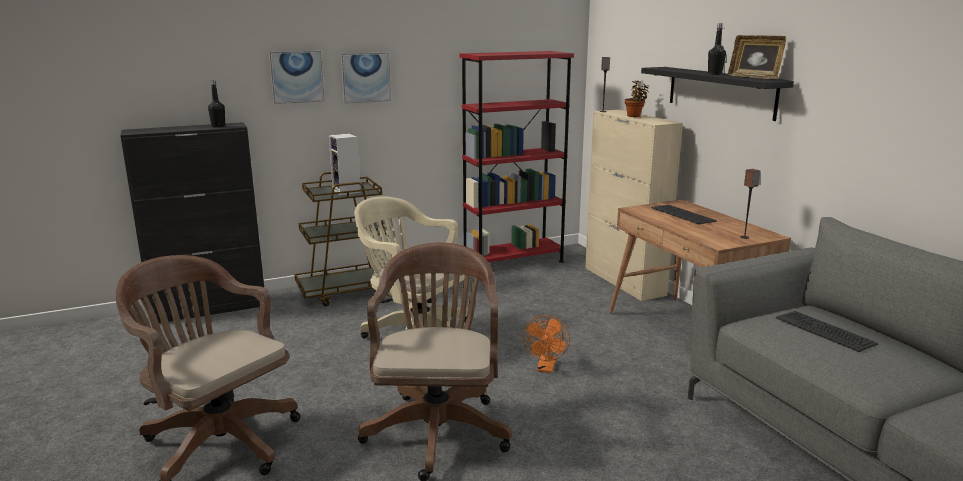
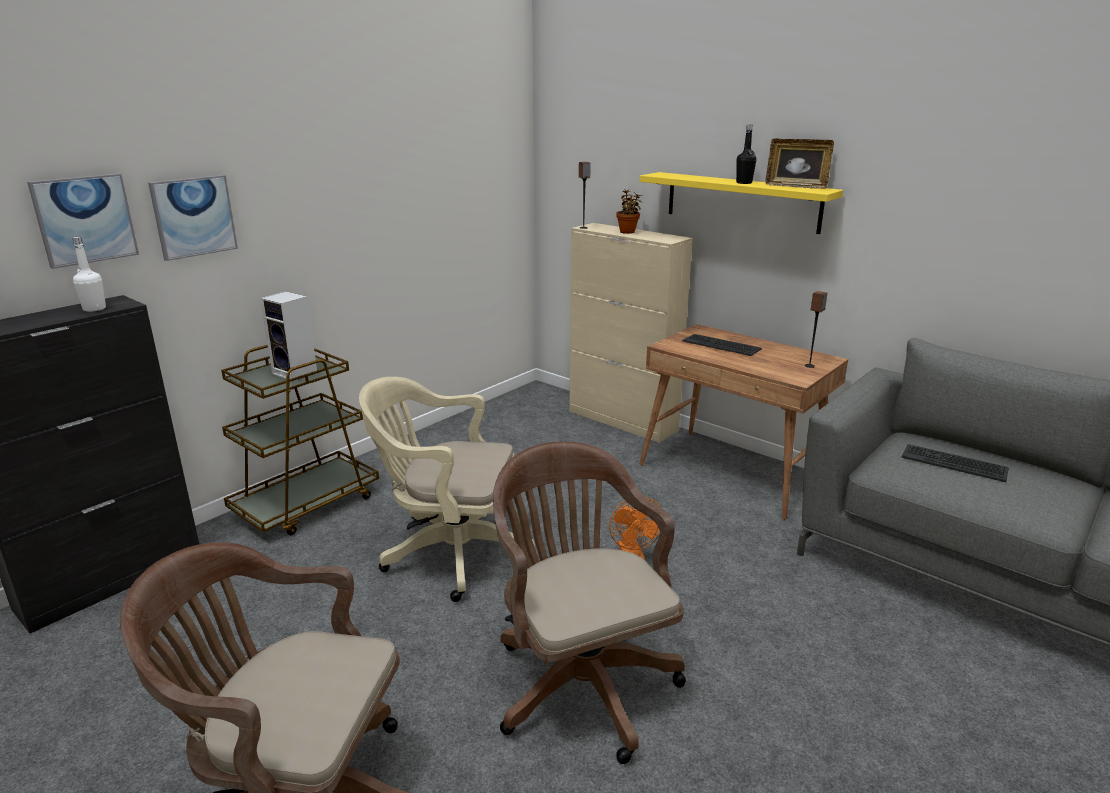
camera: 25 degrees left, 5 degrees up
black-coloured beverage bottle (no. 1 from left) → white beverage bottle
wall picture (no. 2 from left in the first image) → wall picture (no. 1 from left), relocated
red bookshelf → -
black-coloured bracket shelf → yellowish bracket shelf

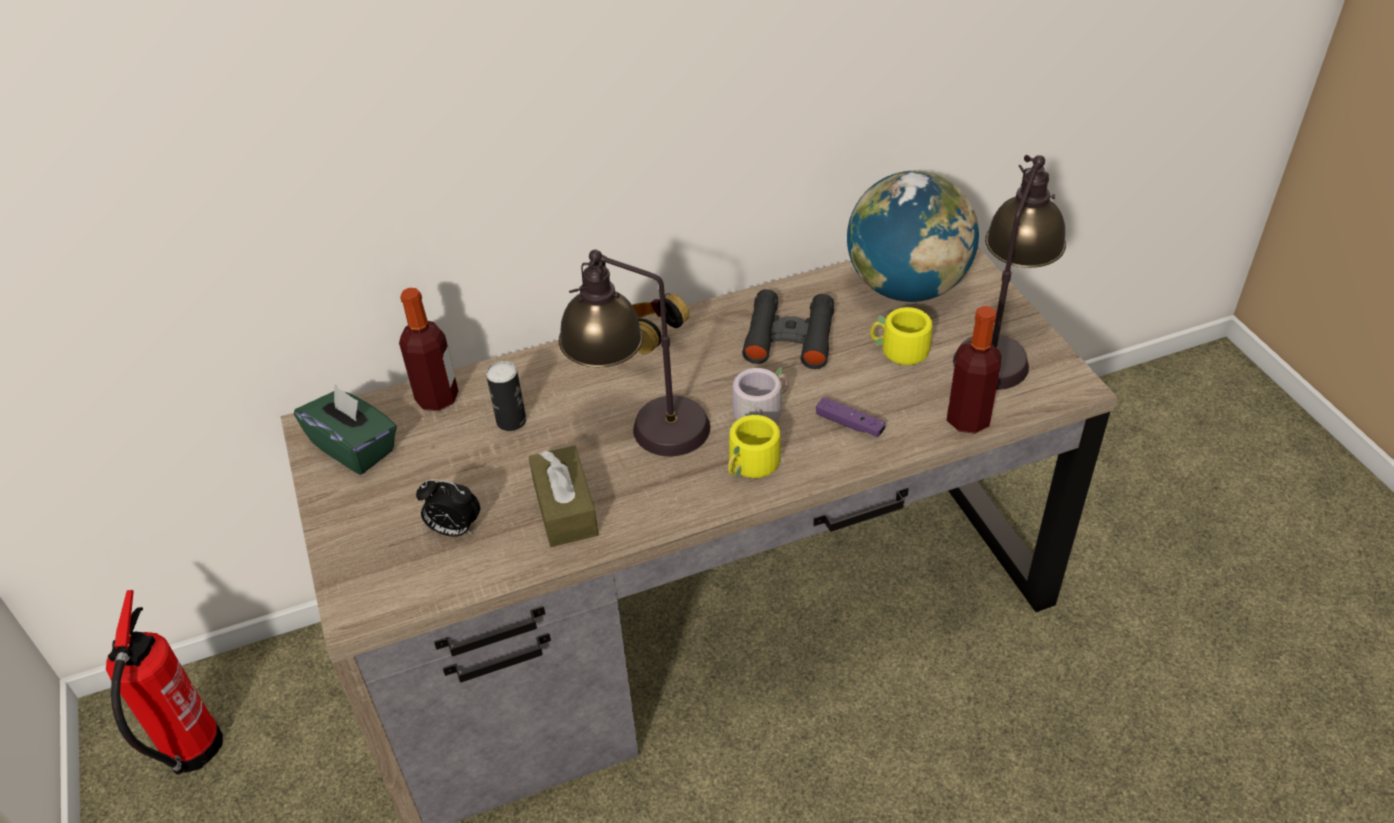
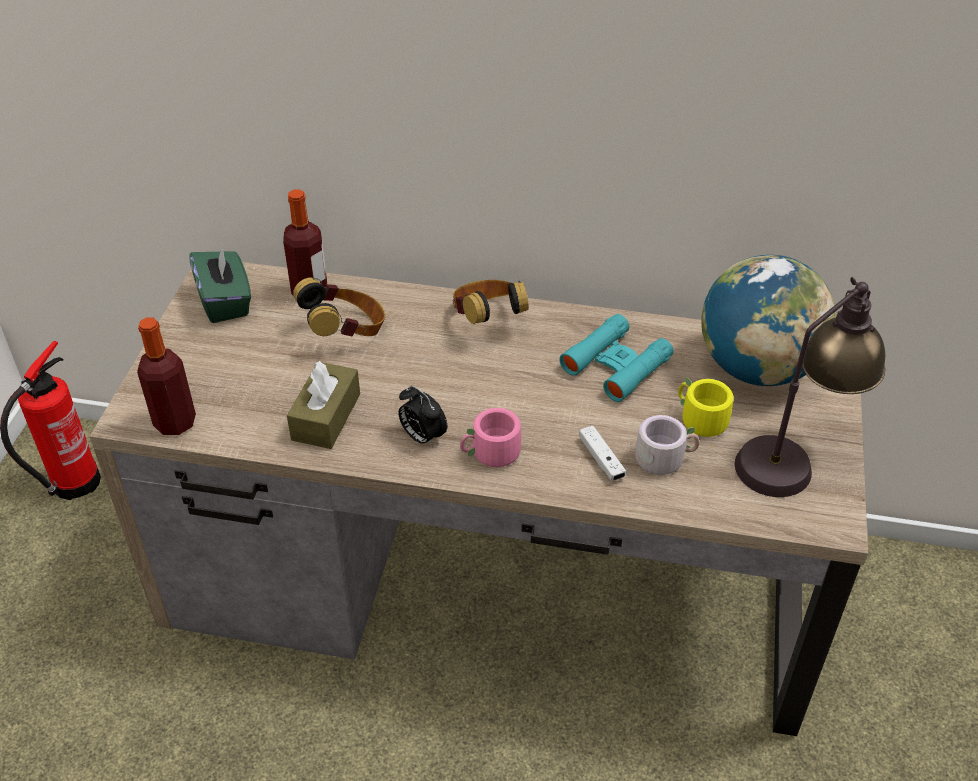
camera: 30 degrees right, 0 degrees up
bedside clock, relocated
metal can → headset (no. 1 from left)
lamp for a table (no. 1 from left) → -
gray mug, relocated
yellowish mug (no. 1 from left) → pink mug
black-coloured pair of binoculars → turquoise pair of binoculars
purplish gamepad → white gamepad
beverage bottle (no. 2 from left in the first image) → beverage bottle (no. 1 from left), relocated

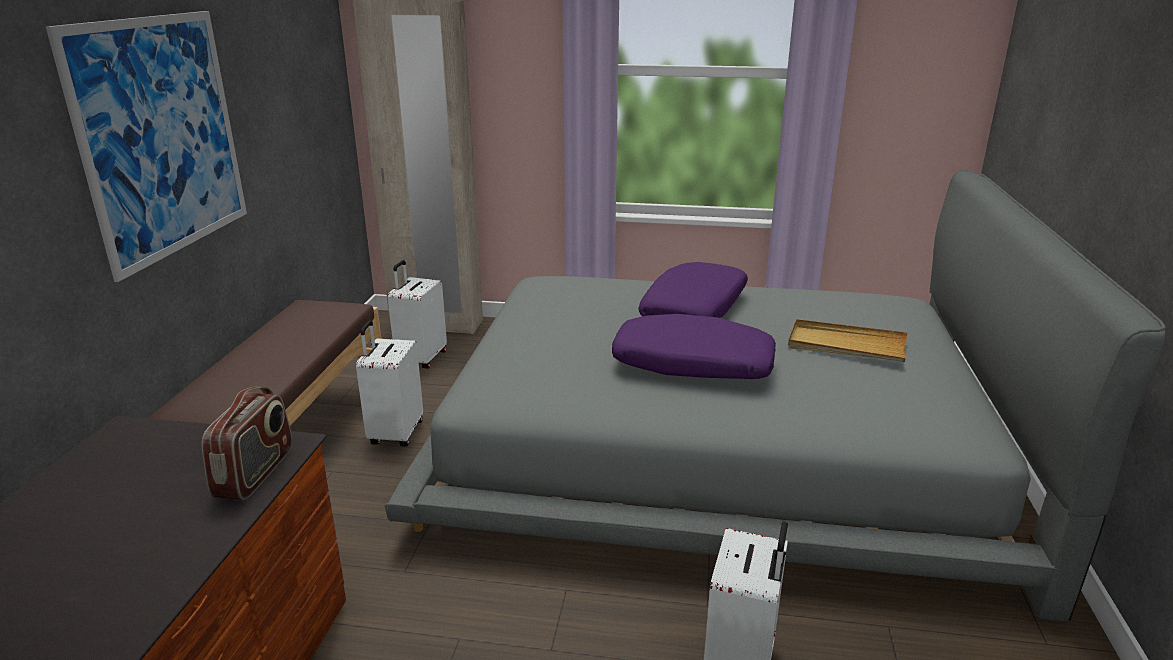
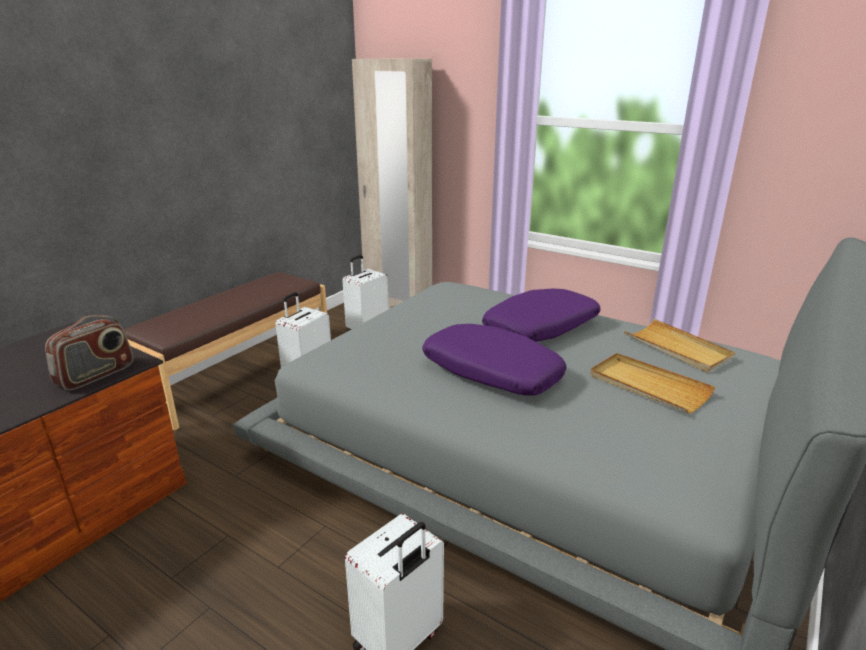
camera: 25 degrees right, 0 degrees up
wall picture → -
- → beige-coloured carrying tray (no. 2 from left)

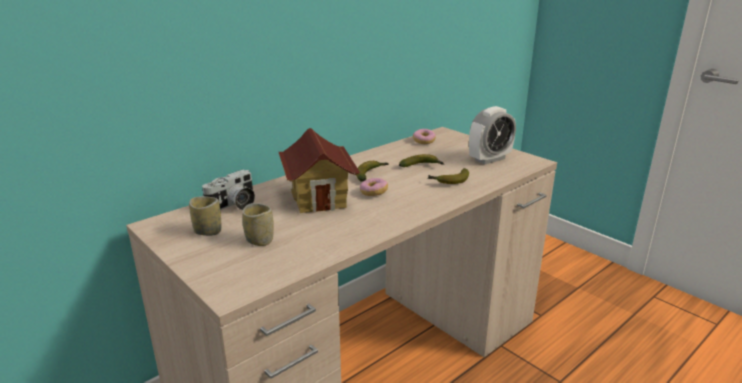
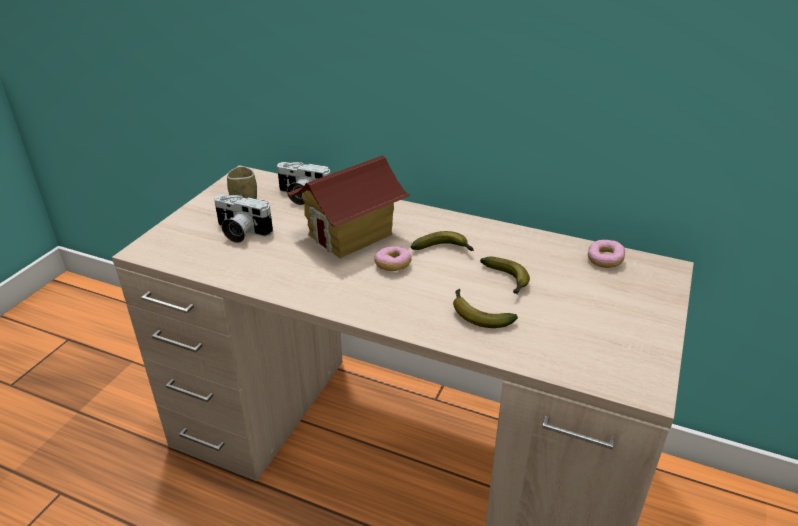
camera: 65 degrees right, 10 degrees up
small cup (no. 2 from left) → photo camera (no. 1 from left)
bedside clock → -

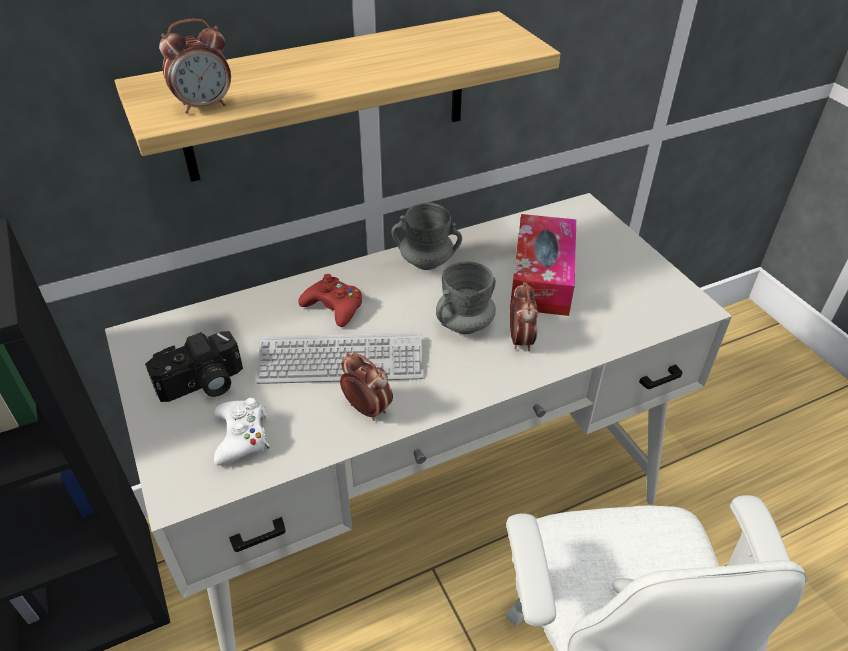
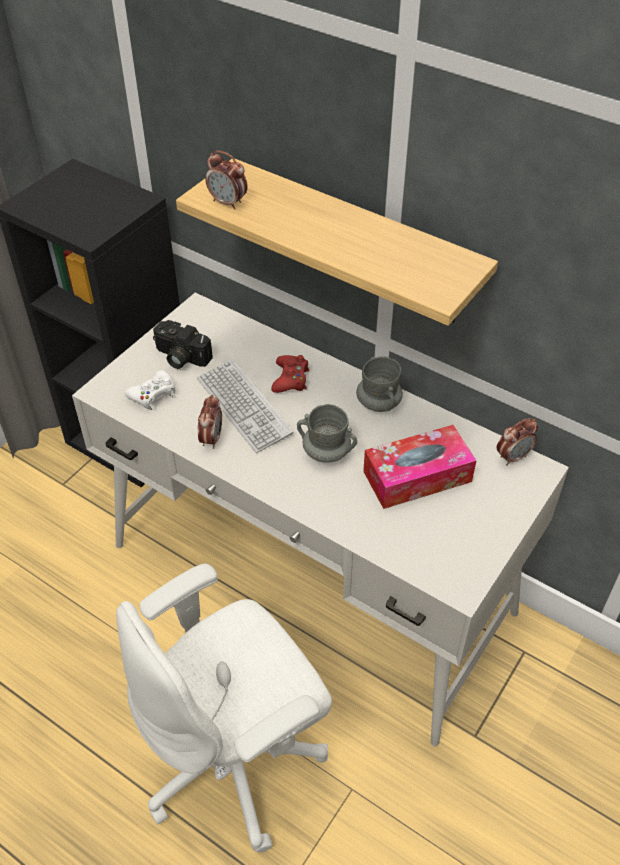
camera: 60 degrees right, 5 degrees up
bedside clock (no. 3 from left), relocated

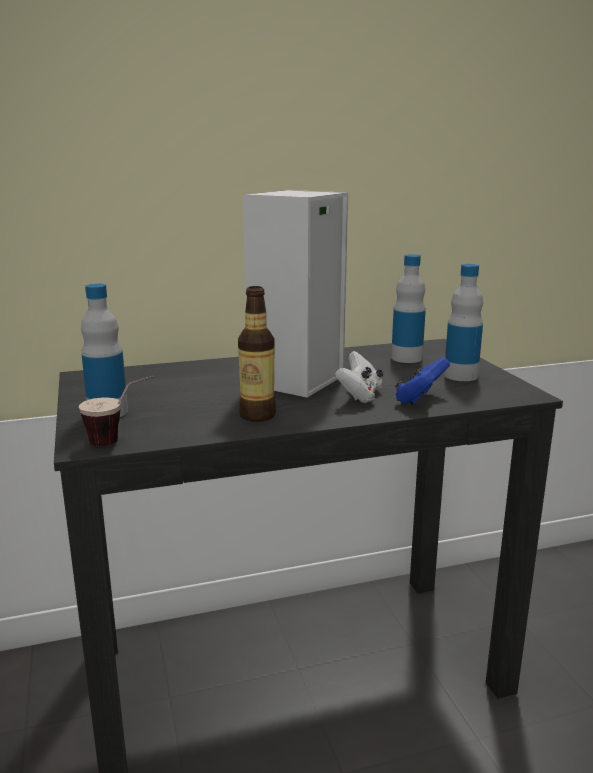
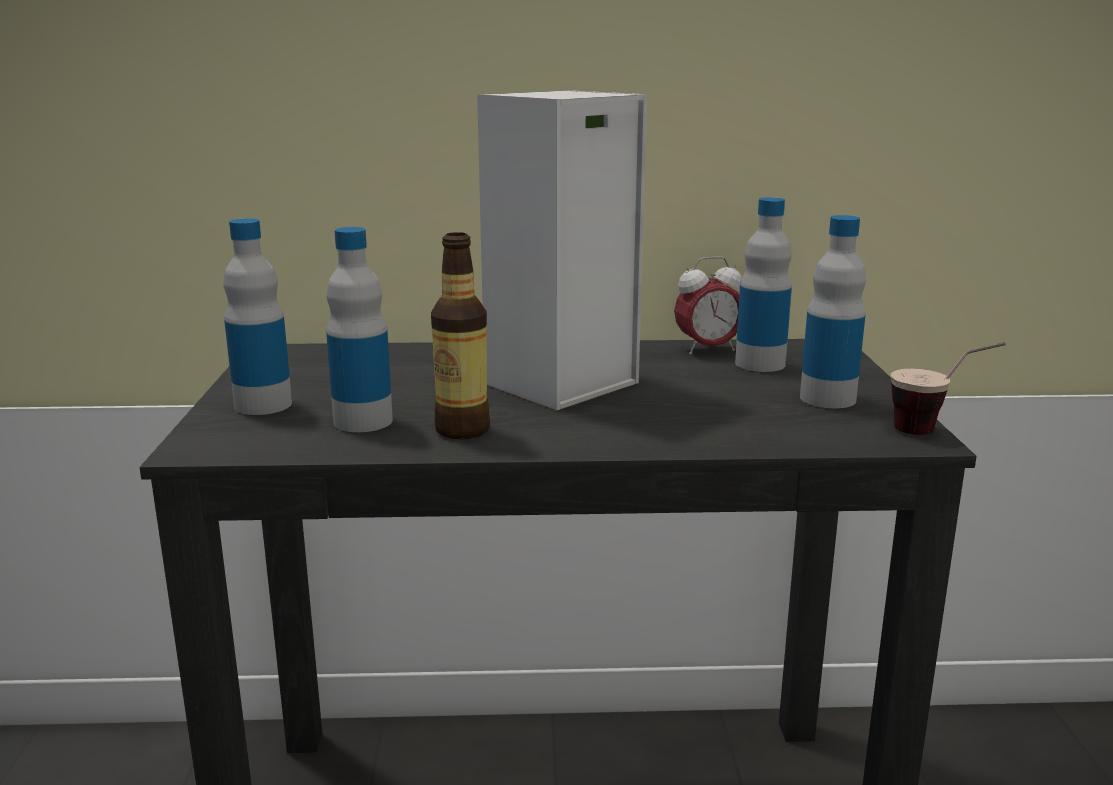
camera: 15 degrees right, 0 degrees up
small cup, relocated
white gamepad → -
bluish gamepad → -
- → beverage bottle (no. 2 from left)
- → bedside clock

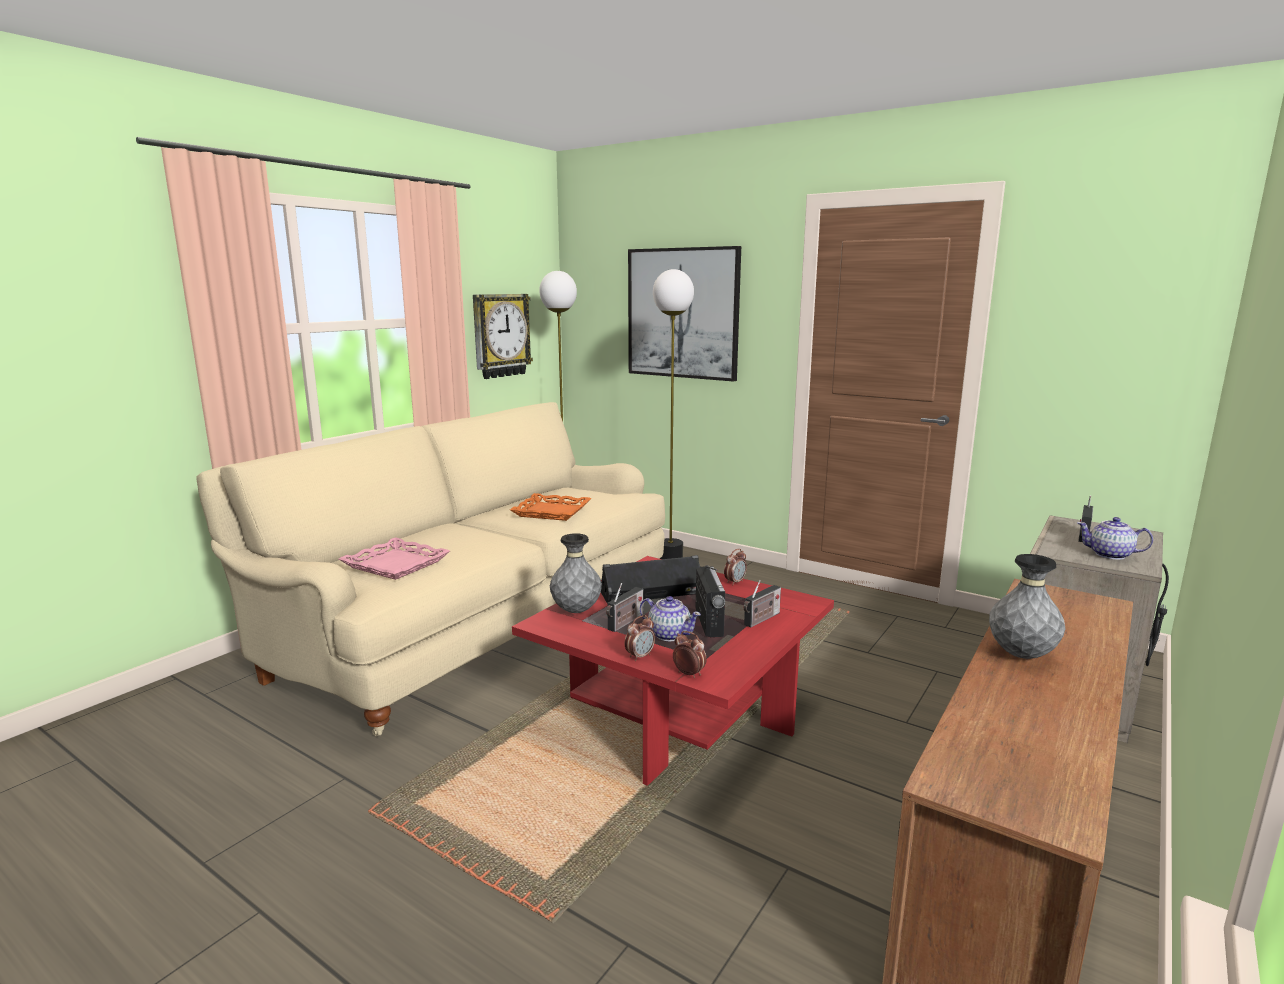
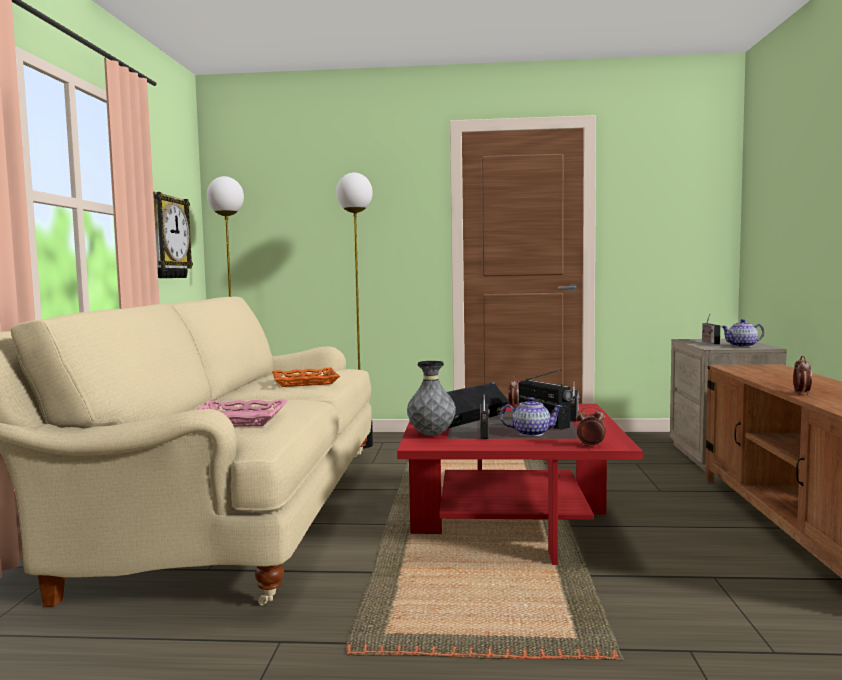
camera: 30 degrees left, 10 degrees down
bedside clock (no. 1 from left in the first image) → bedside clock (no. 3 from left), relocated
wall picture → -
gray decorative vase (no. 2 from left) → -

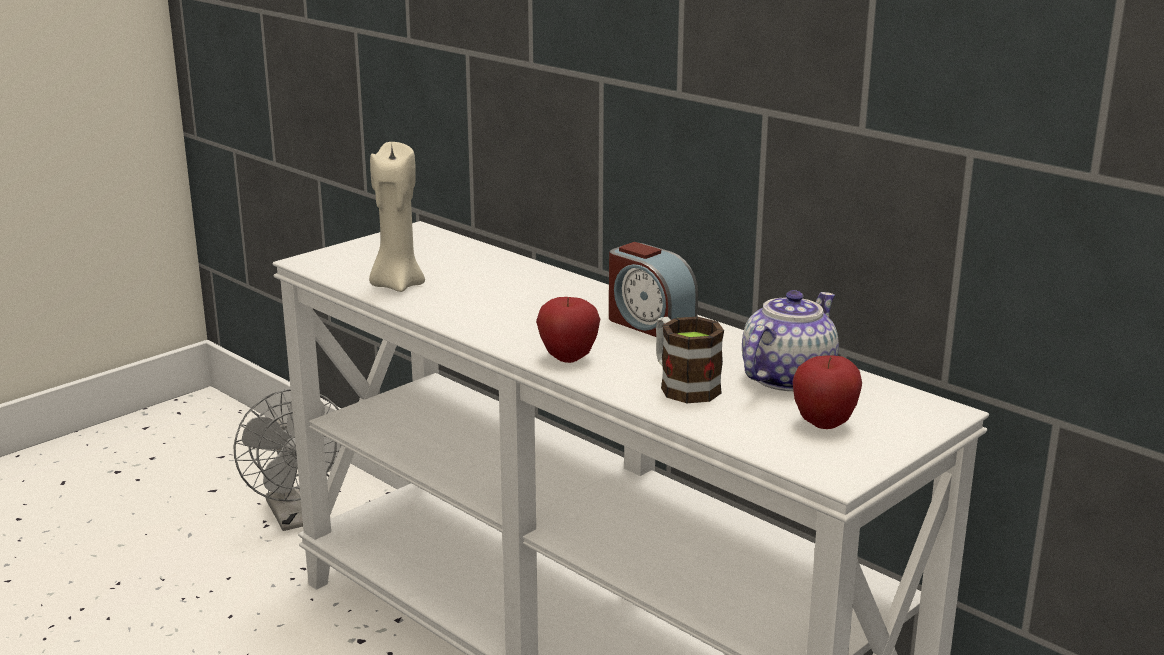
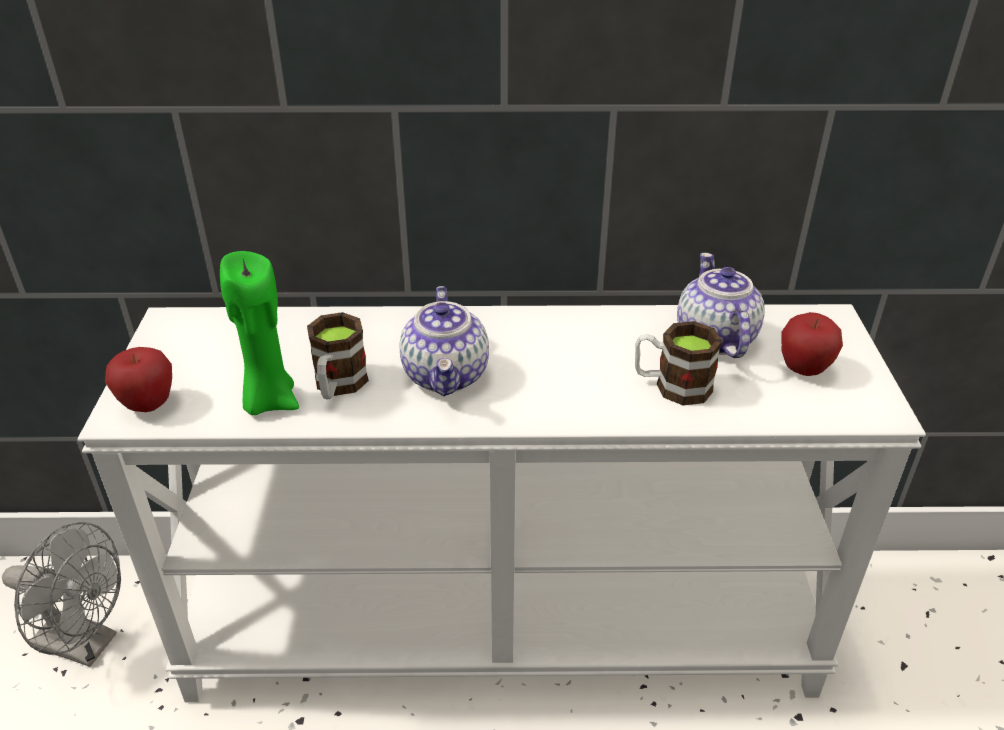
camera: 45 degrees left, 15 degrees up
beige-coloured wax candle → green wax candle
apple fruit (no. 1 from left), relocated
bedside clock → -
- → mug (no. 1 from left)
- → teapot (no. 1 from left)

